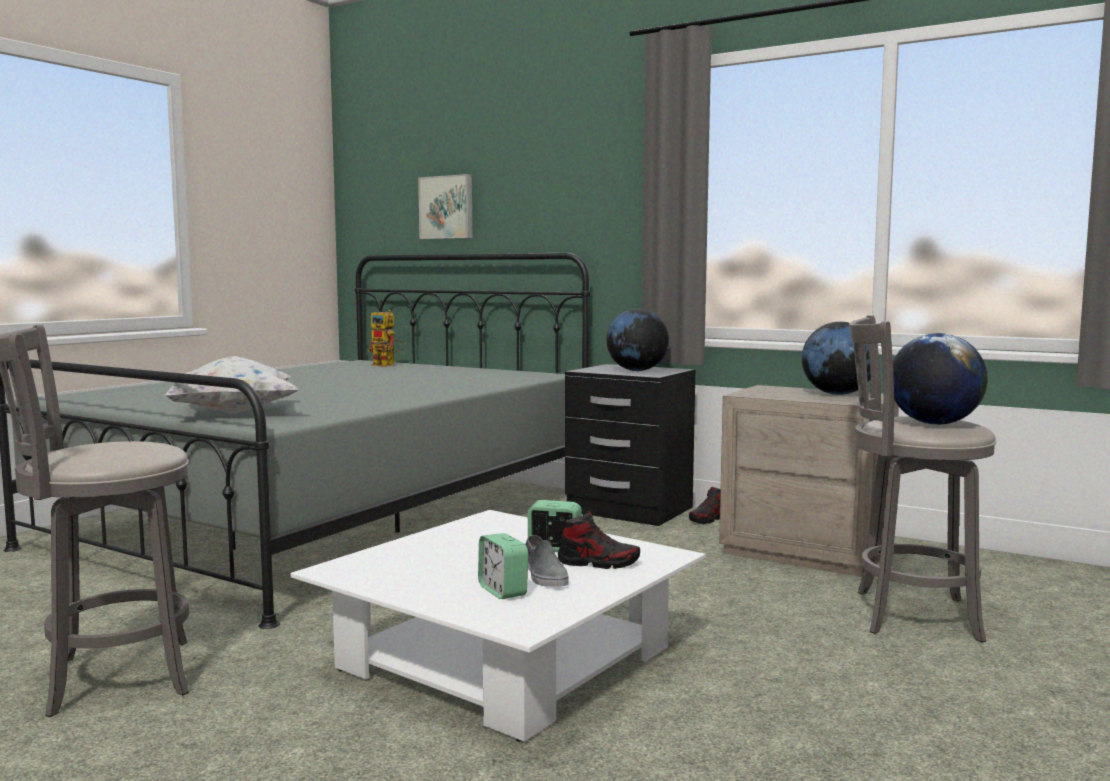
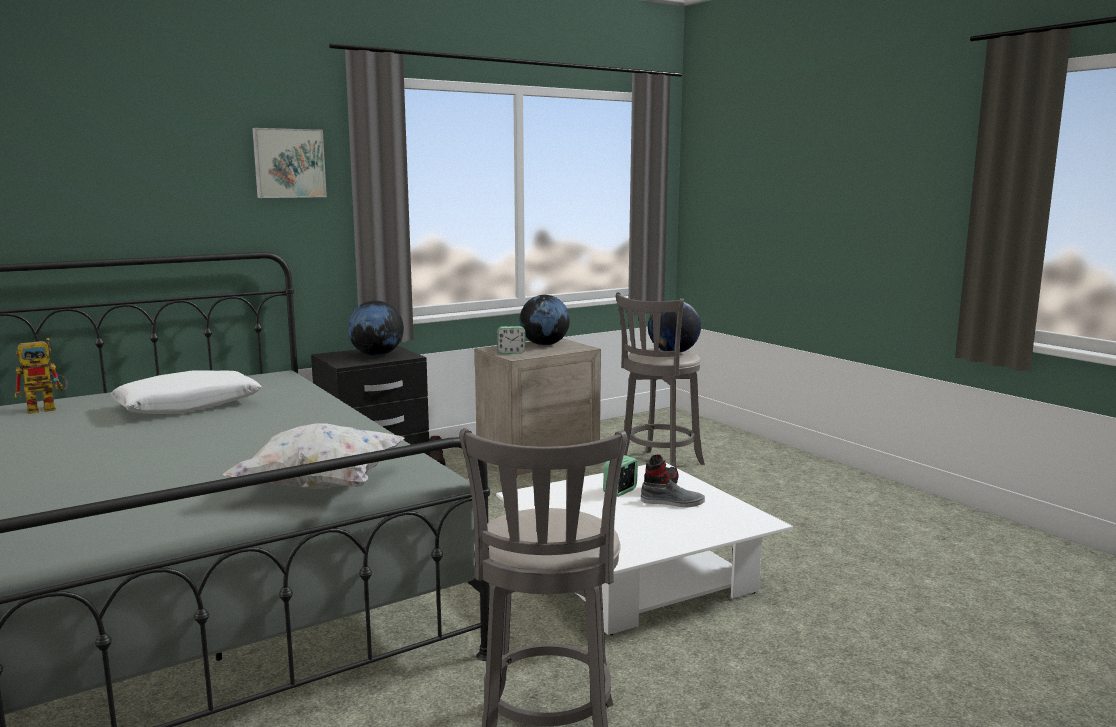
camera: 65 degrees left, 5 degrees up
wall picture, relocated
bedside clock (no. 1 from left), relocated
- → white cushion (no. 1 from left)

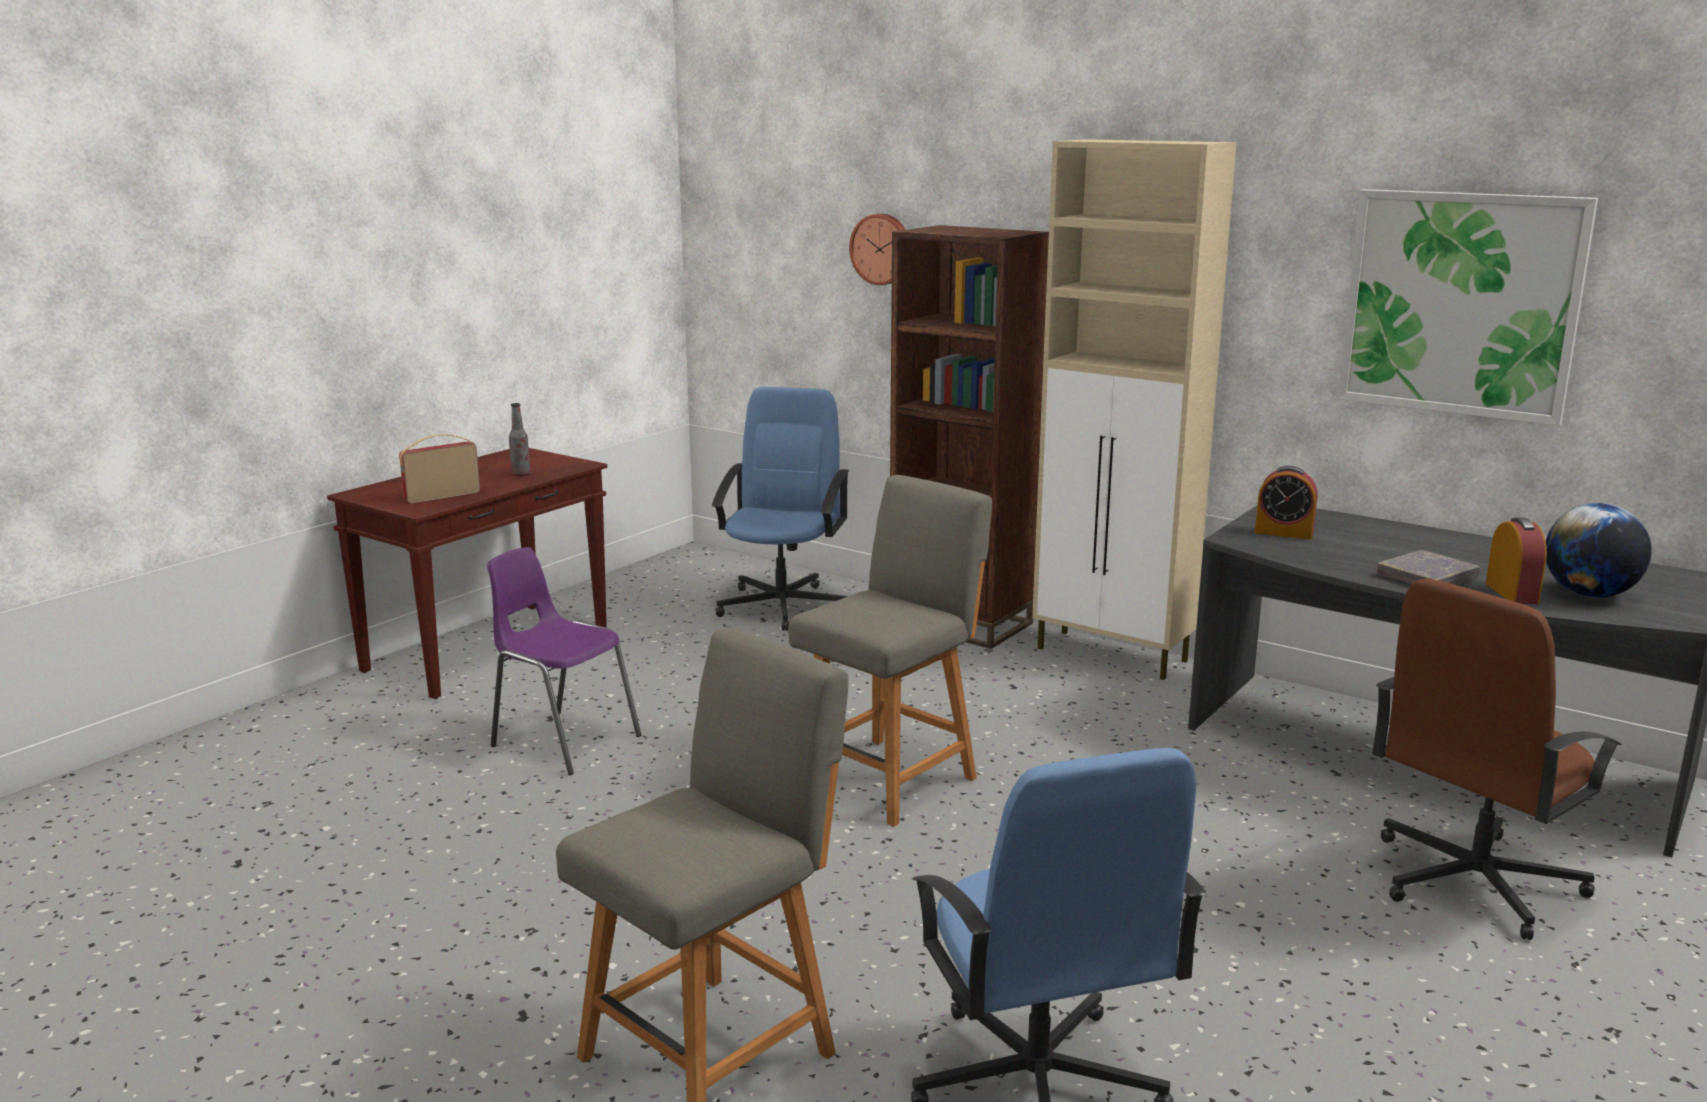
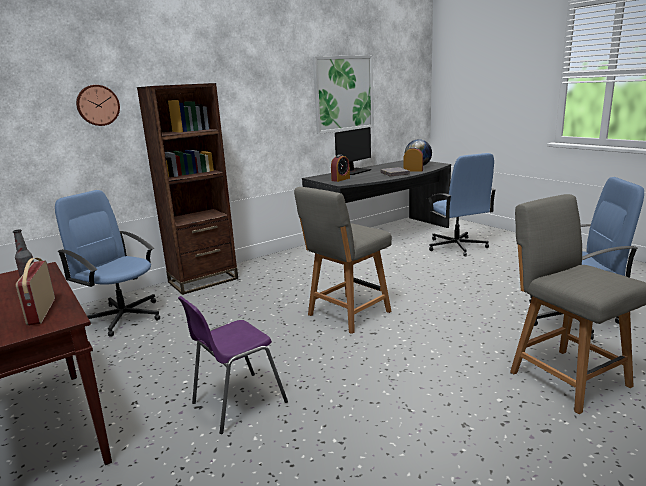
camera: 70 degrees left, 0 degrees up
gray upright chair (no. 2 from left in the first image) → gray upright chair (no. 1 from left), 105 degrees counterclockwise
beige-coloured storage cabinet → -
brown-coloured office chair → bluish office chair (no. 2 from left)
- → computer display

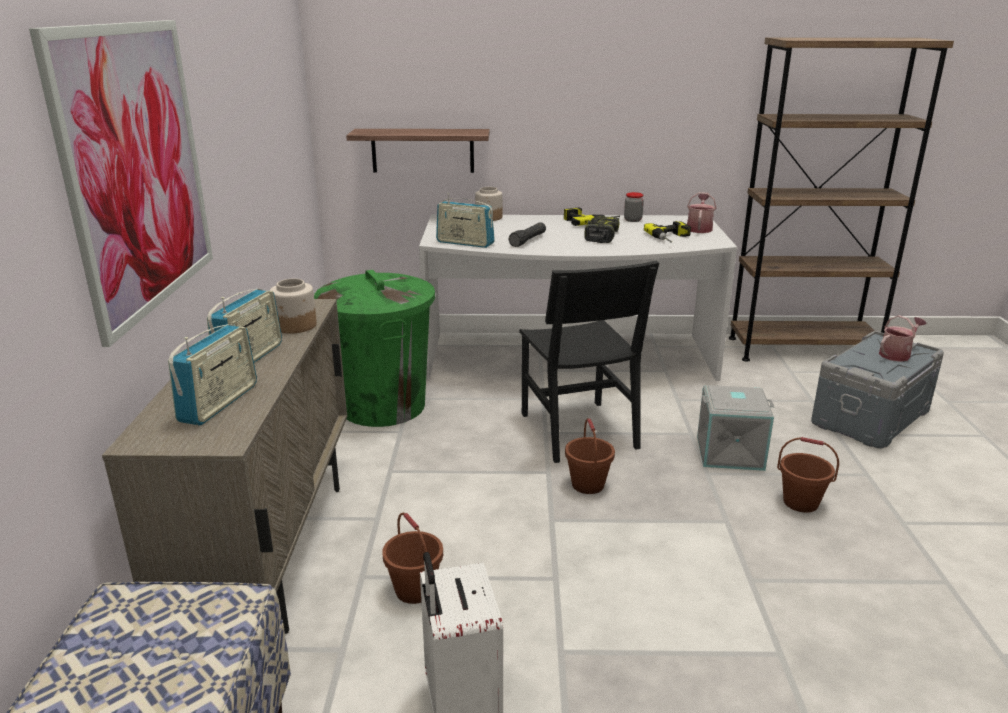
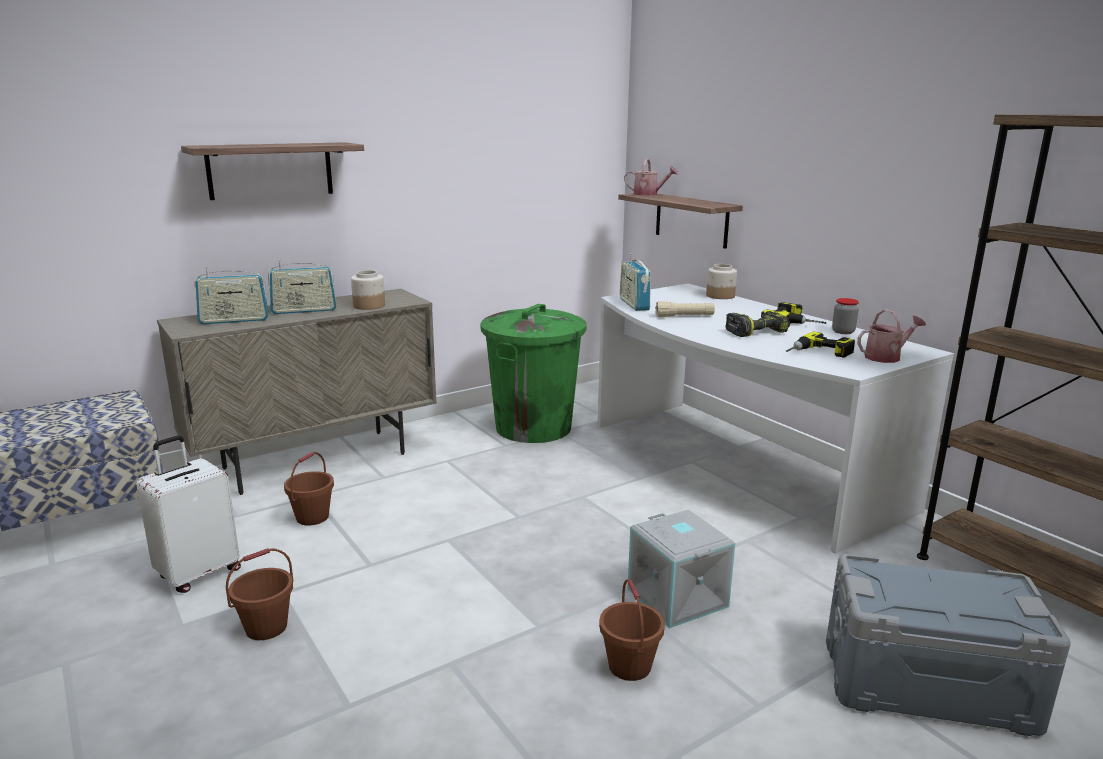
camera: 55 degrees right, 5 degrees down
wall picture → bracket shelf (no. 1 from left)
black-coloured hand torch → beige-coloured hand torch
black-coloured upright chair → -
brown-coloured bucket (no. 2 from left in the first image) → brown-coloured bucket (no. 1 from left), relocated
sprinkling can (no. 2 from left in the first image) → sprinkling can (no. 1 from left), relocated

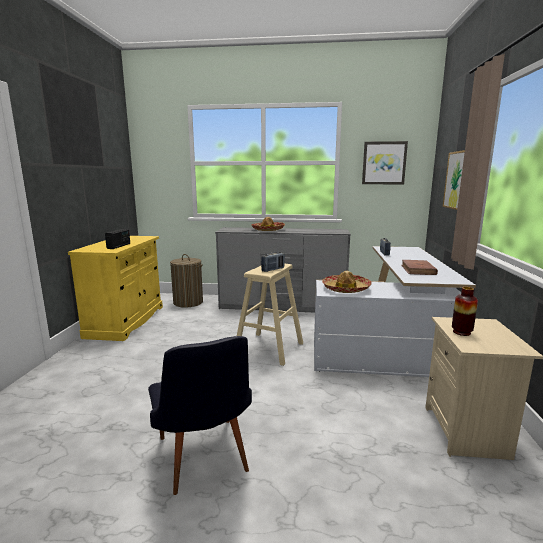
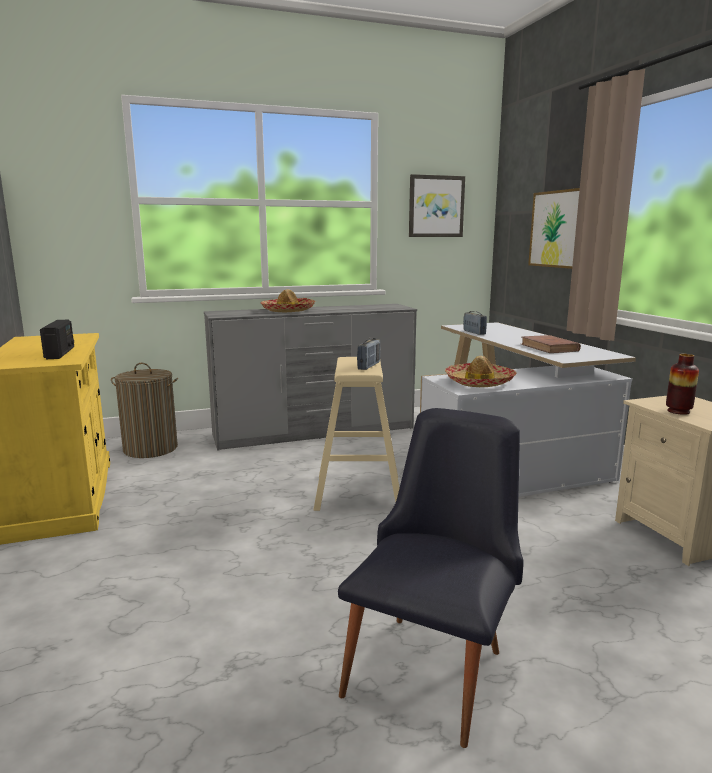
camera: 25 degrees left, 0 degrees up
black-coloured upright chair, 105 degrees counterclockwise

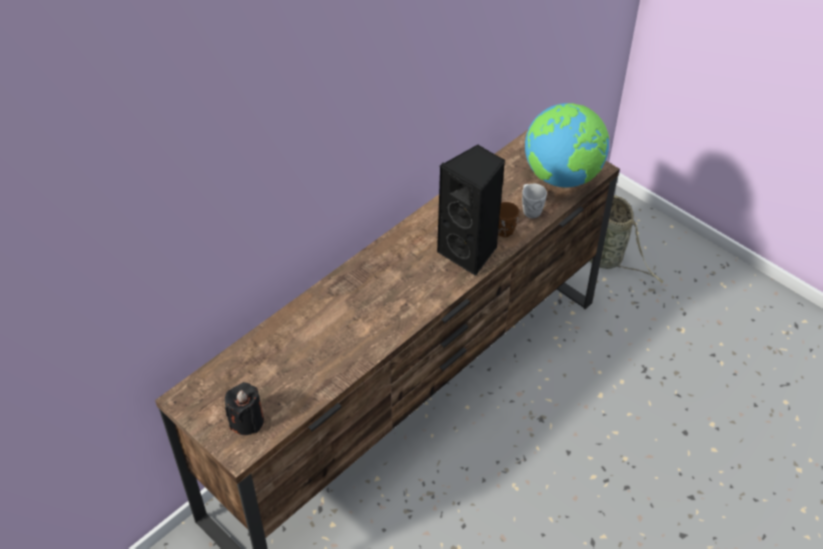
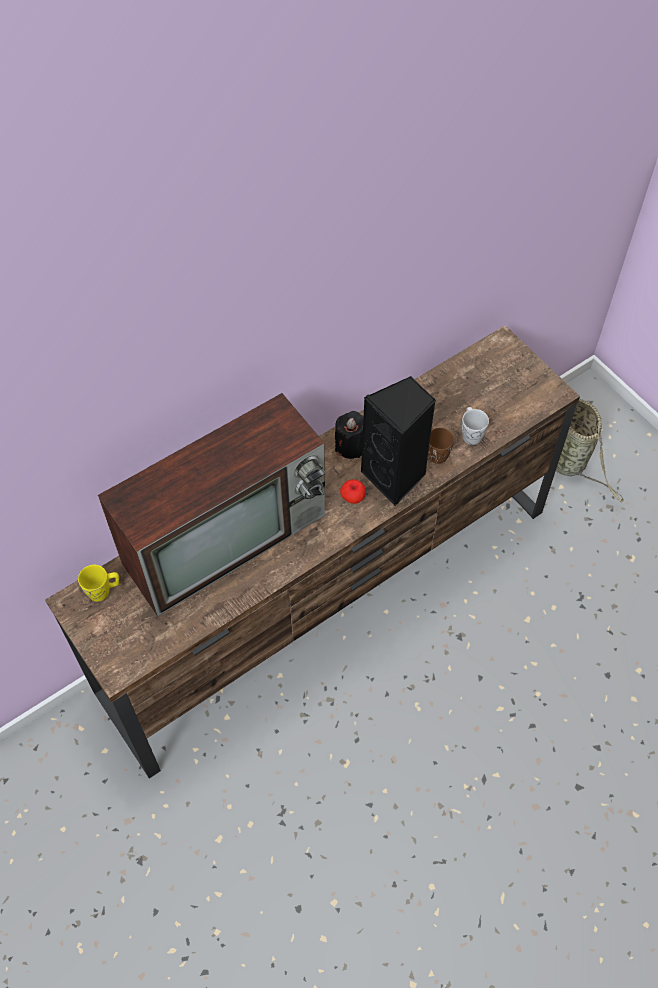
camera: 10 degrees right, 10 degrees up
black-coloured wax candle, relocated
world globe → -
- → yellowish mug
- → TV
- → apple fruit

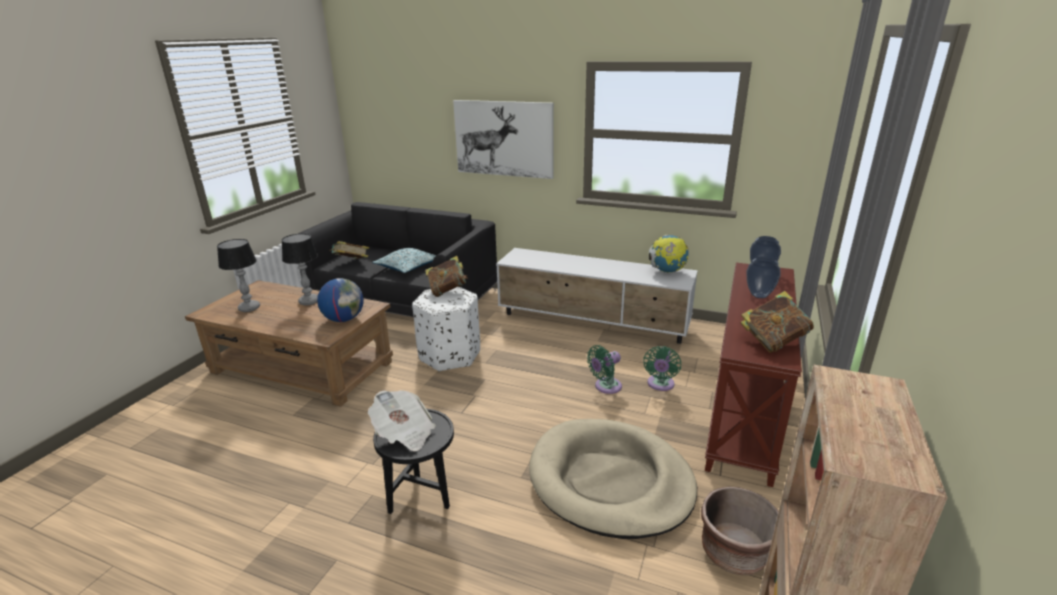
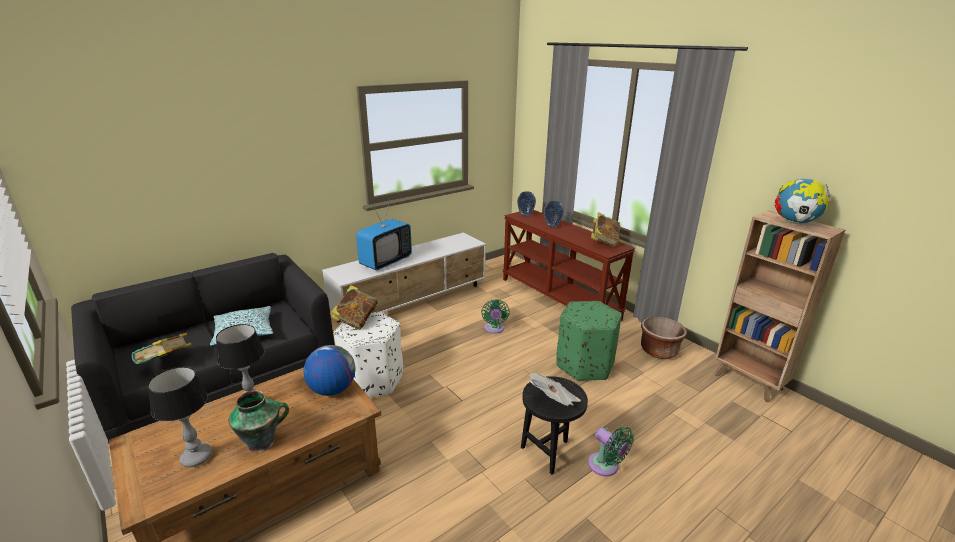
camera: 60 degrees left, 0 degrees up
wall picture → -
beige-coloured pet bed → green pouffe
green cooling fan (no. 2 from left), relocated
world globe (no. 2 from left), relocated
- → decorative vase (no. 1 from left)
- → TV

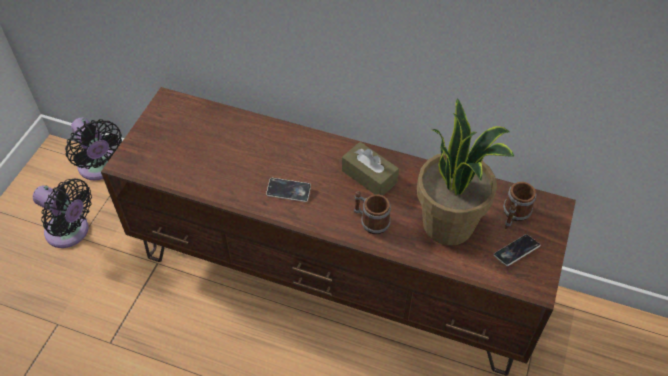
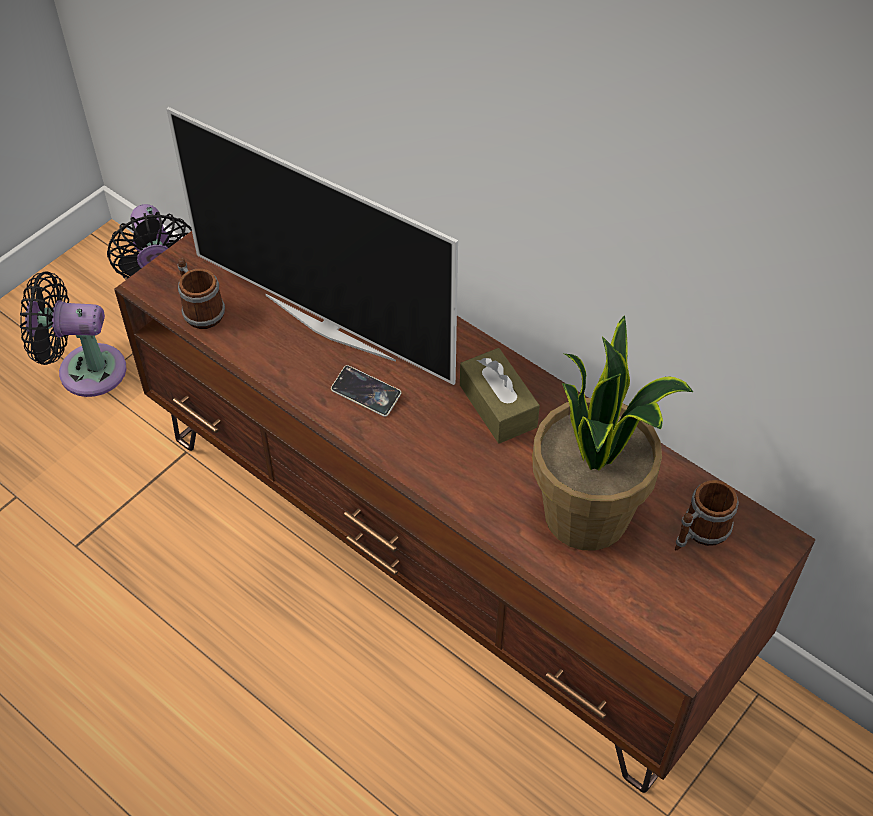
camera: 20 degrees right, 0 degrees up
black-coloured cooling fan (no. 1 from left), 135 degrees clockwise
mug (no. 1 from left), relocated
phone (no. 2 from left) → -
- → TV

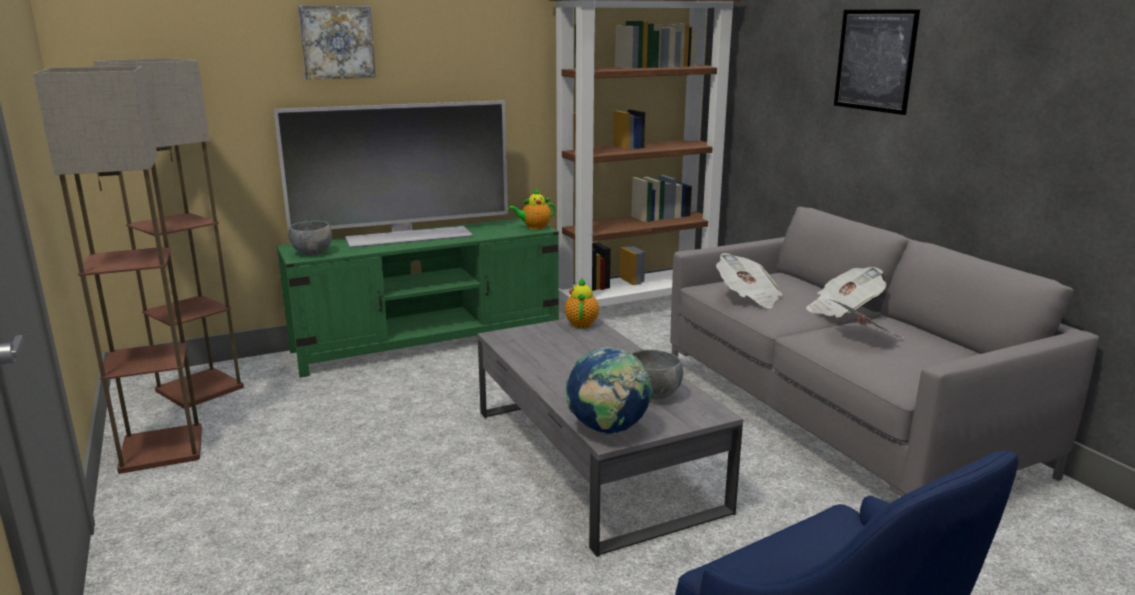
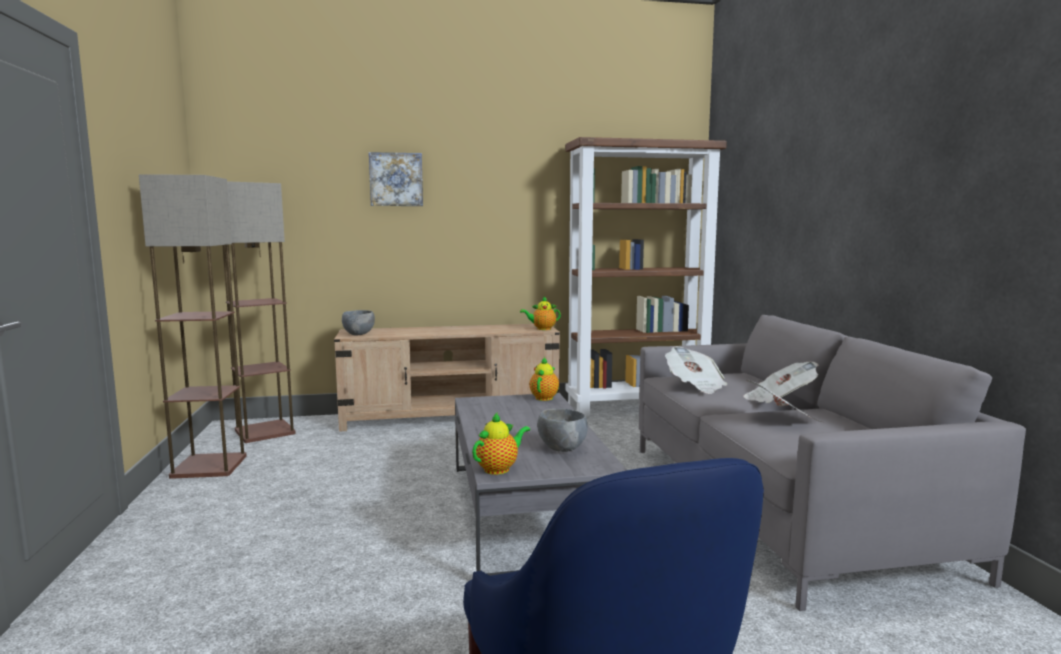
camera: 15 degrees right, 10 degrees down
TV → -
green media console → beige-coloured media console
world globe → teapot (no. 1 from left)
wall picture (no. 2 from left) → -

